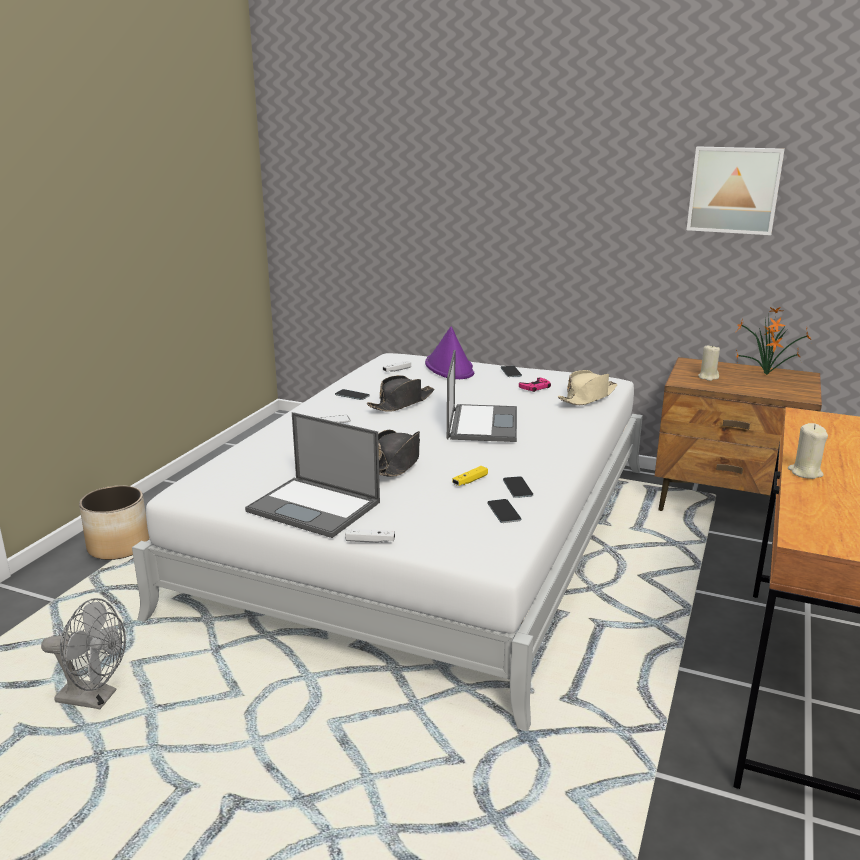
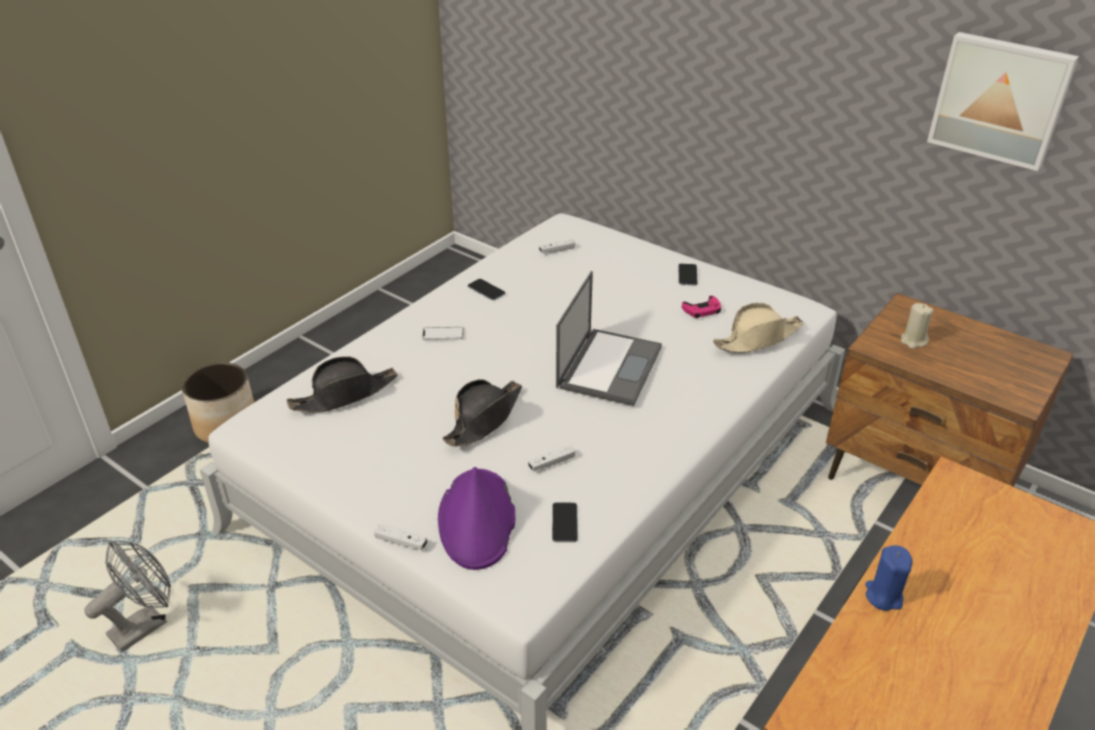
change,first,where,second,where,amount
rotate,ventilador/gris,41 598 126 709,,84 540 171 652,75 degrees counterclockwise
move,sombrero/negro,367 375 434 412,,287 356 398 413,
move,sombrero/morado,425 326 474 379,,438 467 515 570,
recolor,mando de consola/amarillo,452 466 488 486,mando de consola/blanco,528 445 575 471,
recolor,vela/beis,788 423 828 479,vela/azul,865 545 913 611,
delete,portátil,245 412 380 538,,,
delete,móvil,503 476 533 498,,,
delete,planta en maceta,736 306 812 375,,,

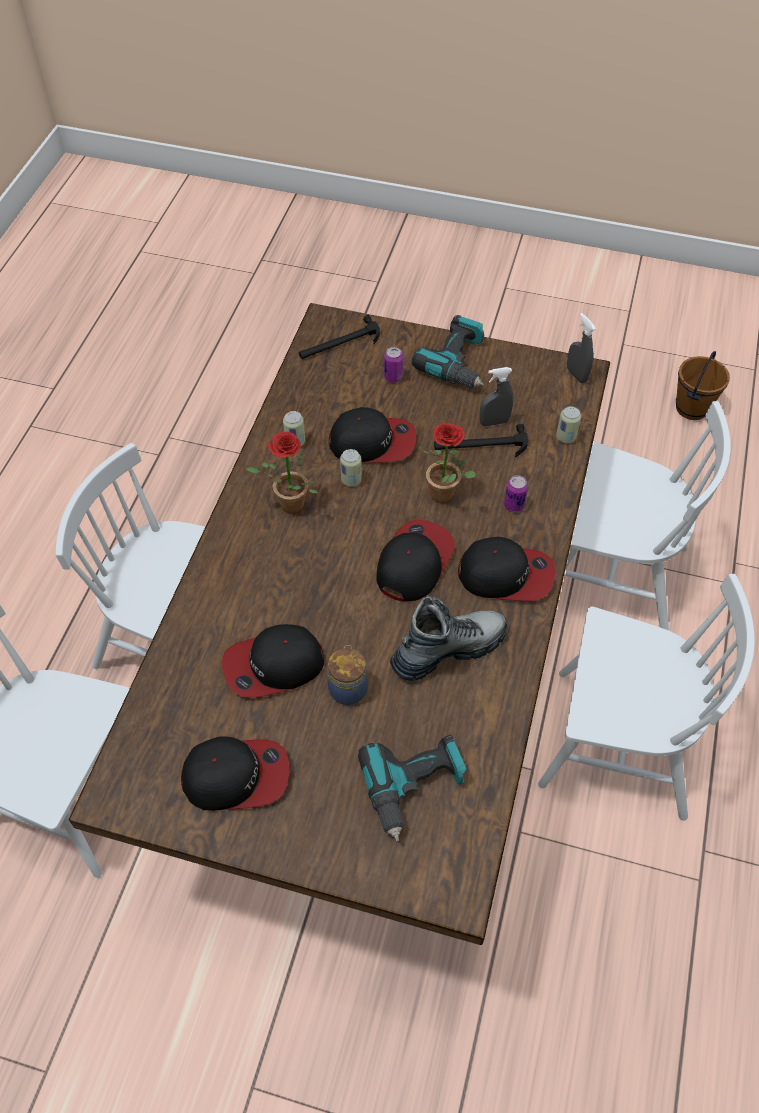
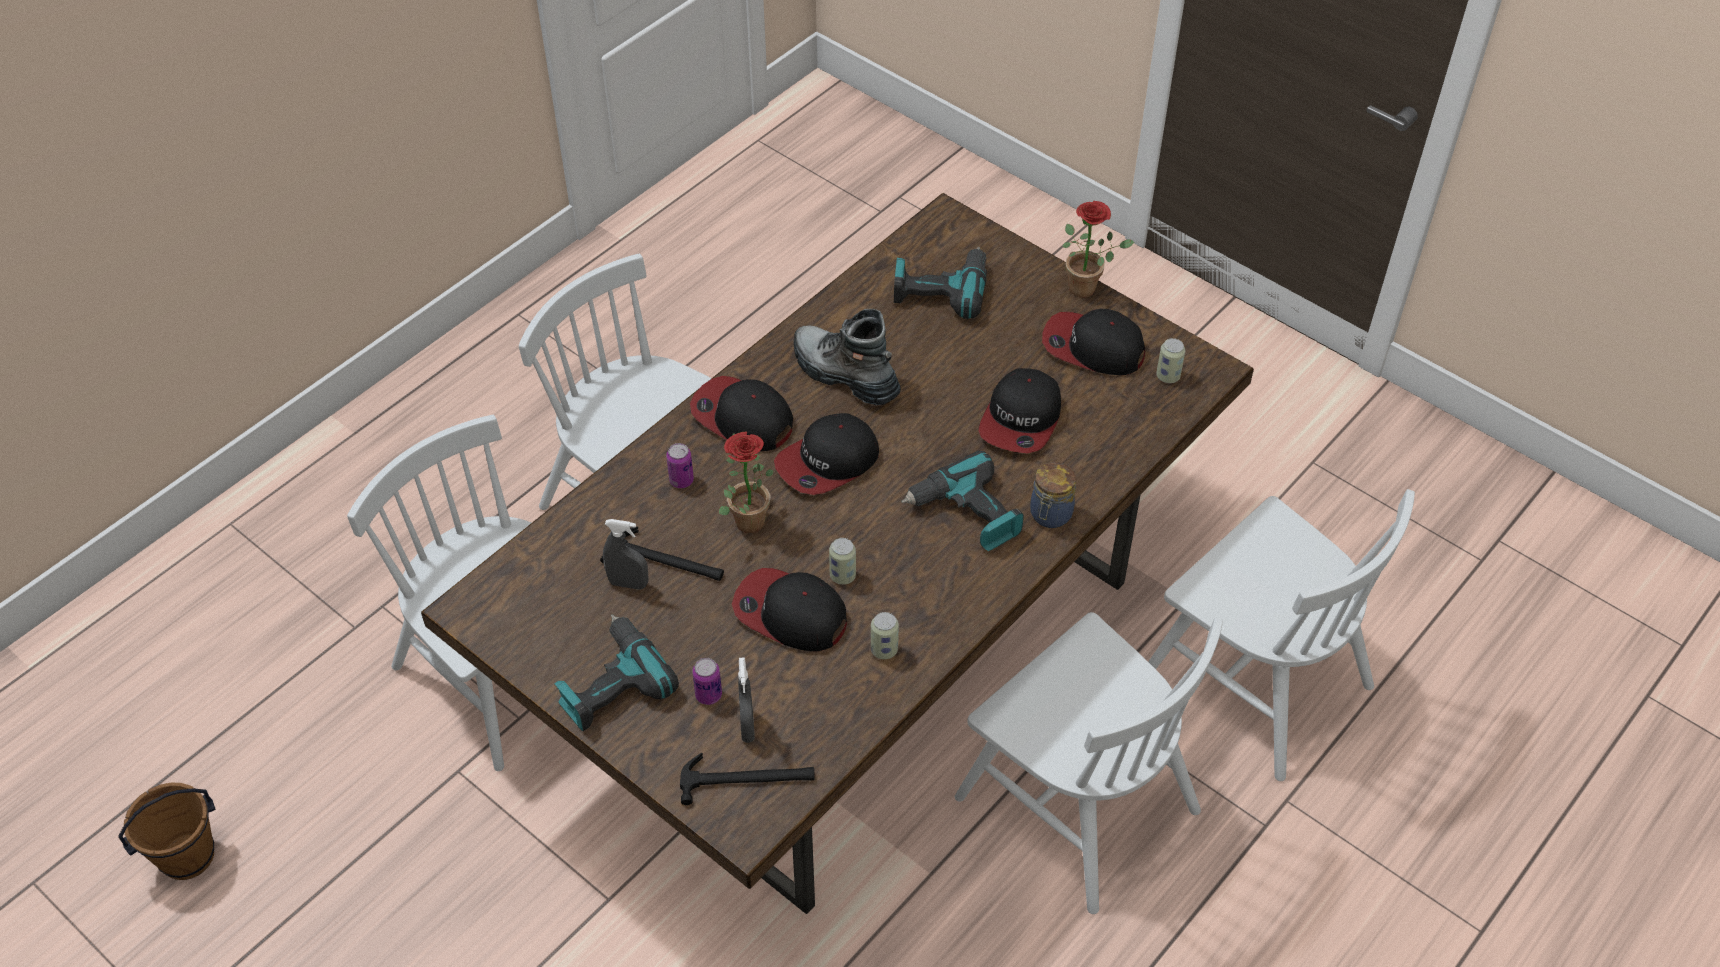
change,first,where,second,where,amount
move,pulverizador/gris,567 313 596 383,,738 657 755 743,
rotate,bota,390 597 507 681,,794 309 901 406,45 degrees clockwise
insert,,,taladro,901 451 1024 551,
rotate,gorra,222 624 324 698,,979 368 1061 453,105 degrees clockwise
move,tarro,328 645 368 705,,1030 462 1076 528,
move,planta en maceta,246 432 318 514,,1062 201 1135 298,
move,lata,556 406 581 443,,1156 338 1185 383,

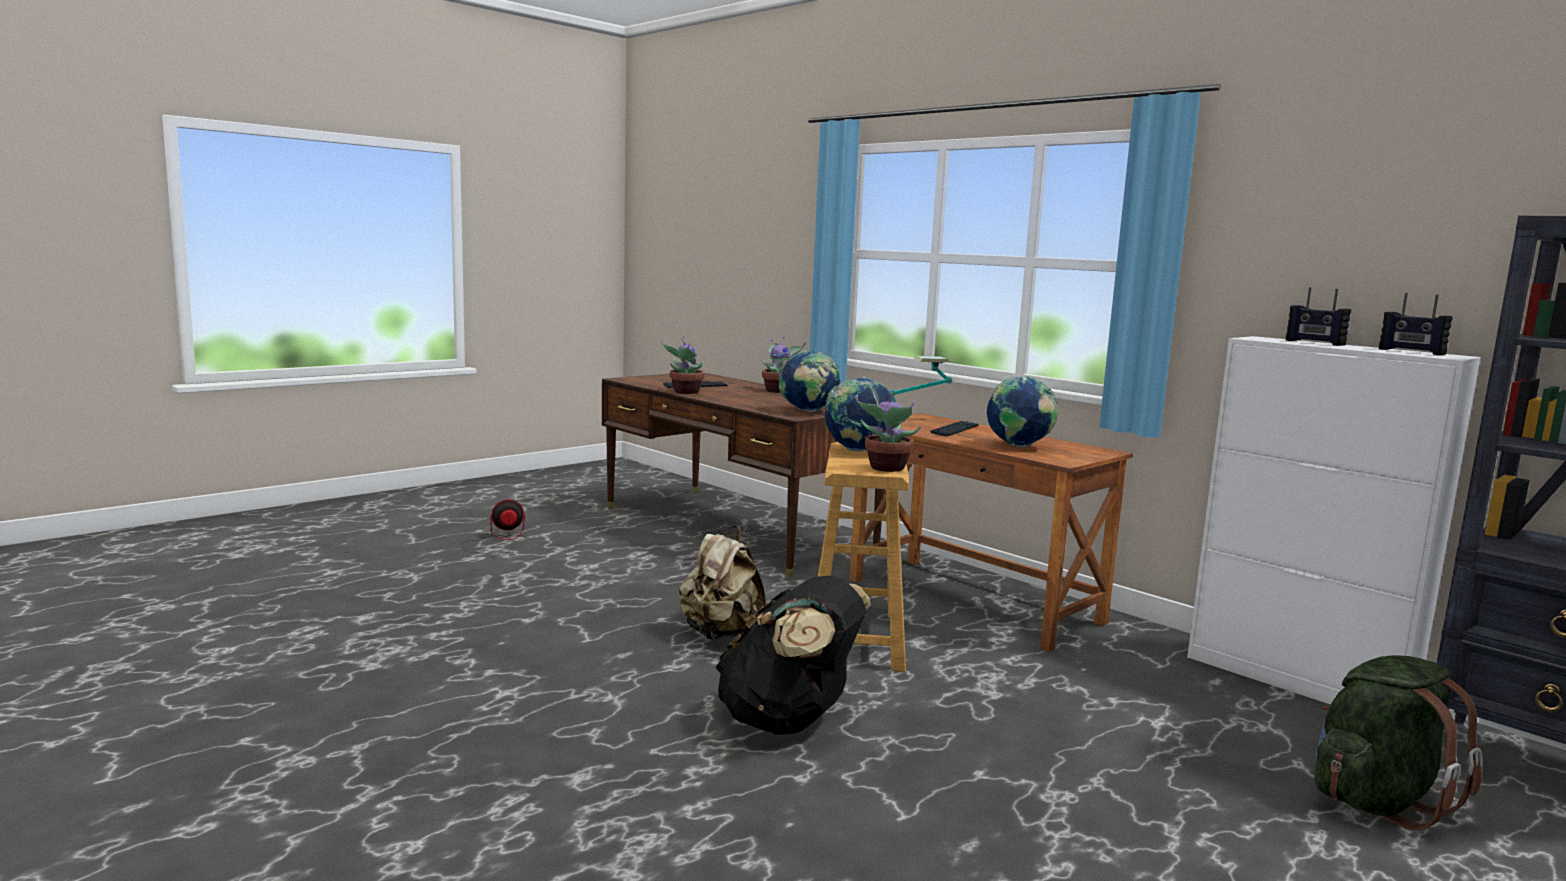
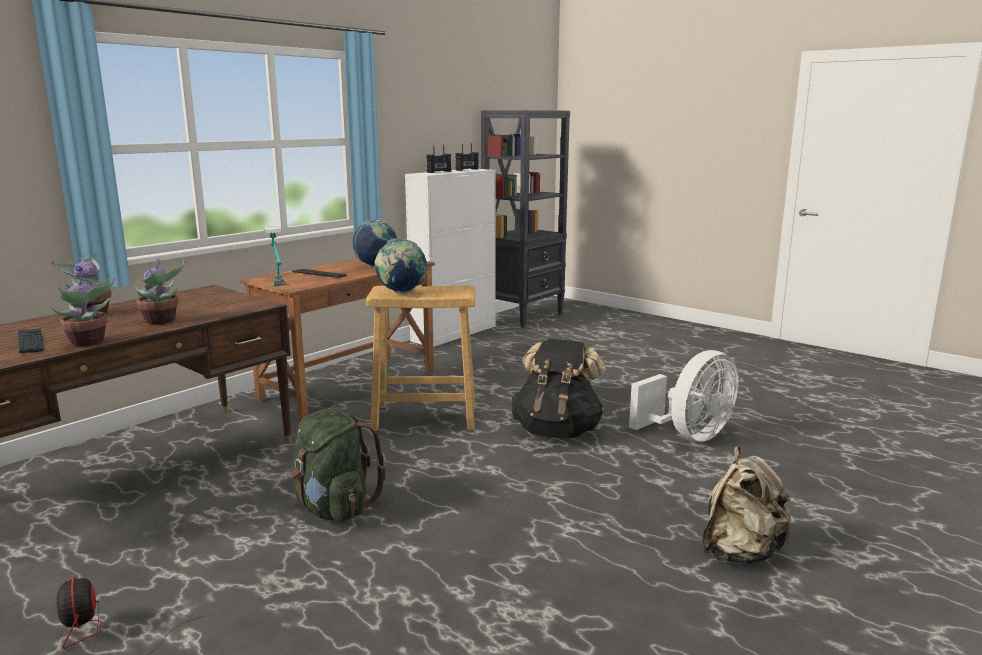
change,first,where,second,where,amount
move,planta en maceta,855 390 921 472,,135 259 185 324,
move,mochila/verde,1314 655 1483 830,,288 408 386 522,
insert,,,ventilador/blanco,629 350 739 442,
move,mochila/beis,679 526 766 640,,702 446 792 564,
delete,globo terráqueo,779 350 840 412,,,

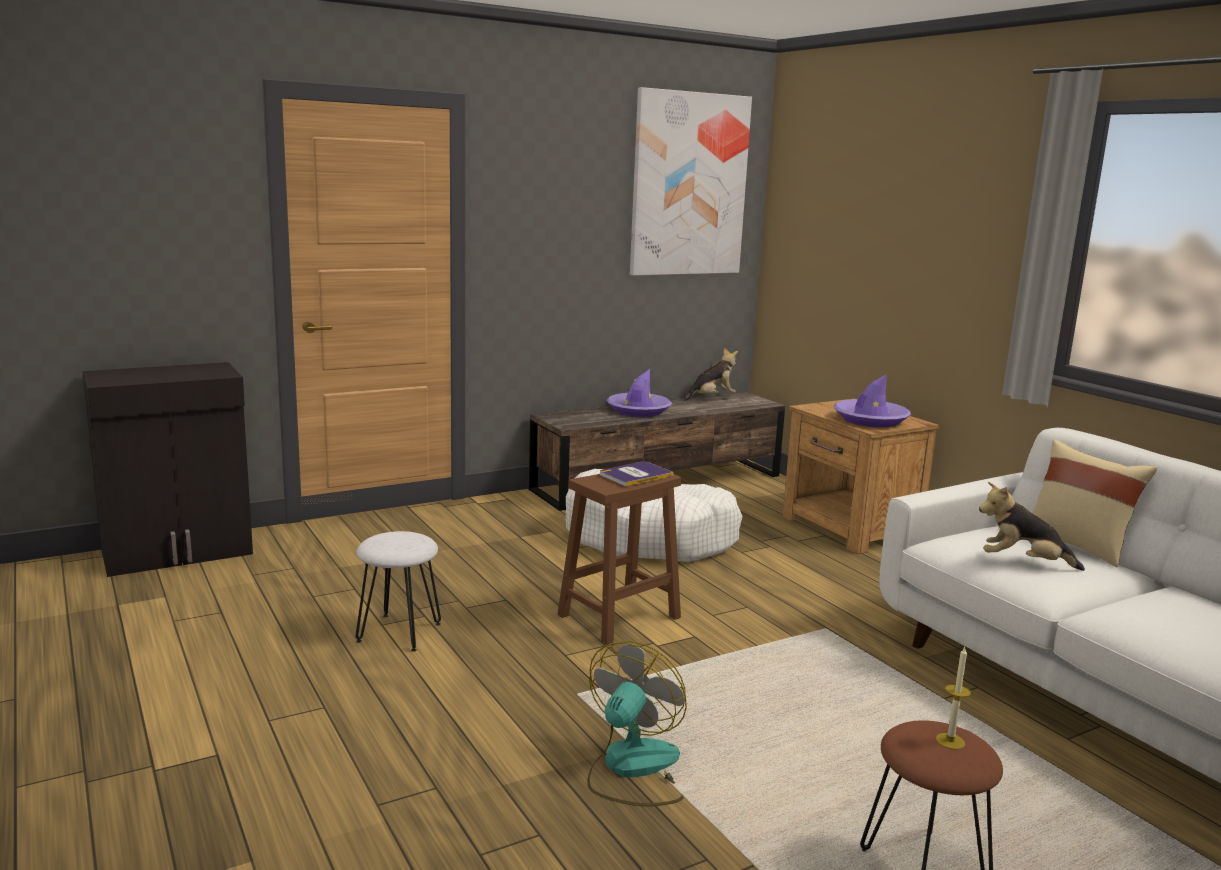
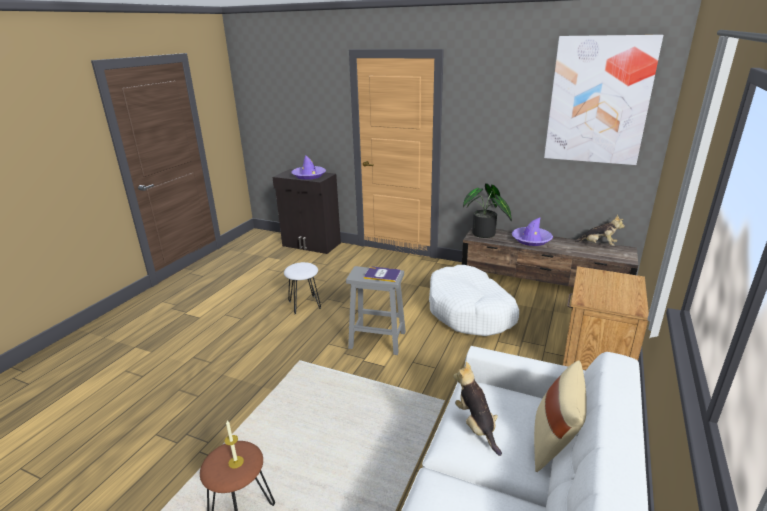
change,first,where,second,where,amount
move,sombrero/morado,834 374 911 427,,292 155 326 180,
recolor,taburete/marrón,557 474 681 645,taburete/gris,346 266 406 355,
insert,,,planta en maceta,463 183 512 238,
delete,ventilador,587 641 687 806,,,

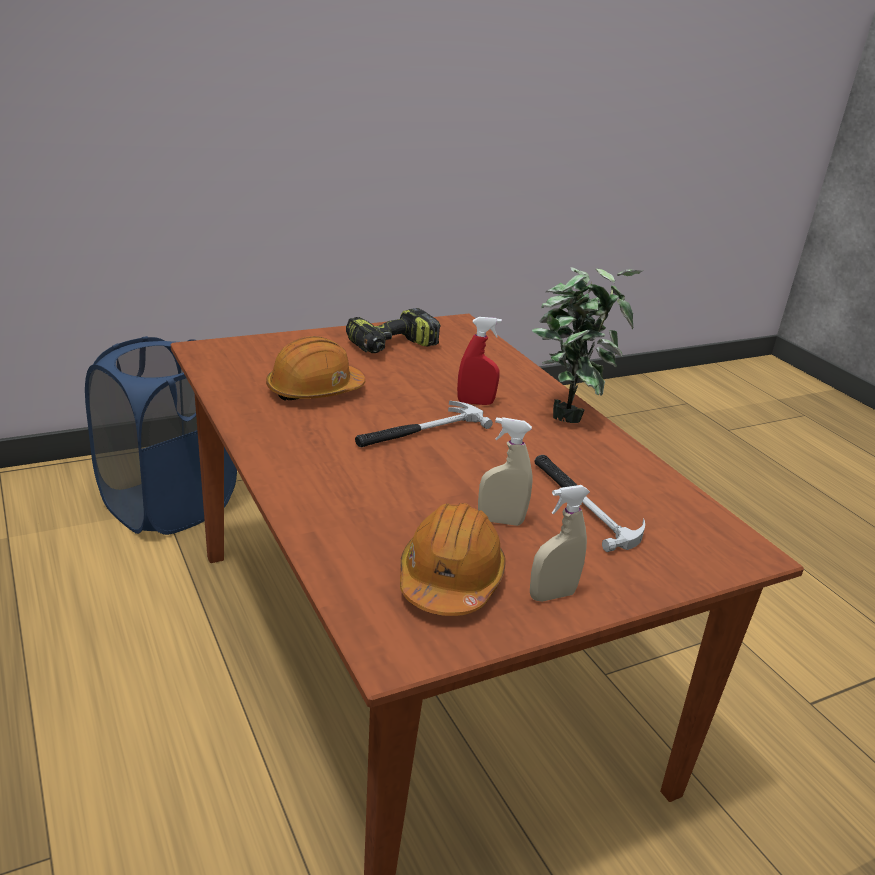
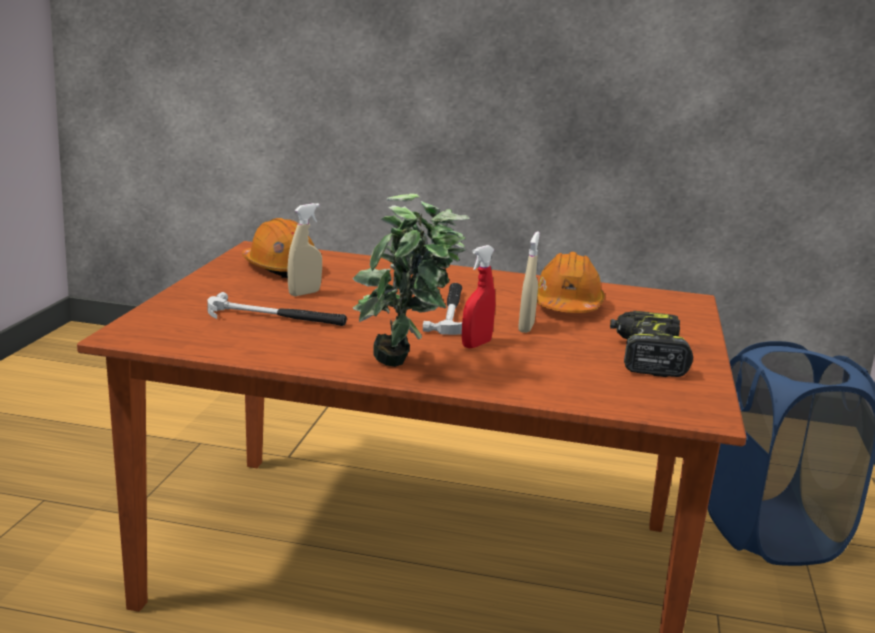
change,first,where,second,where,amount
move,pulverizador/beis,530 485 590 602,,518 231 540 333,

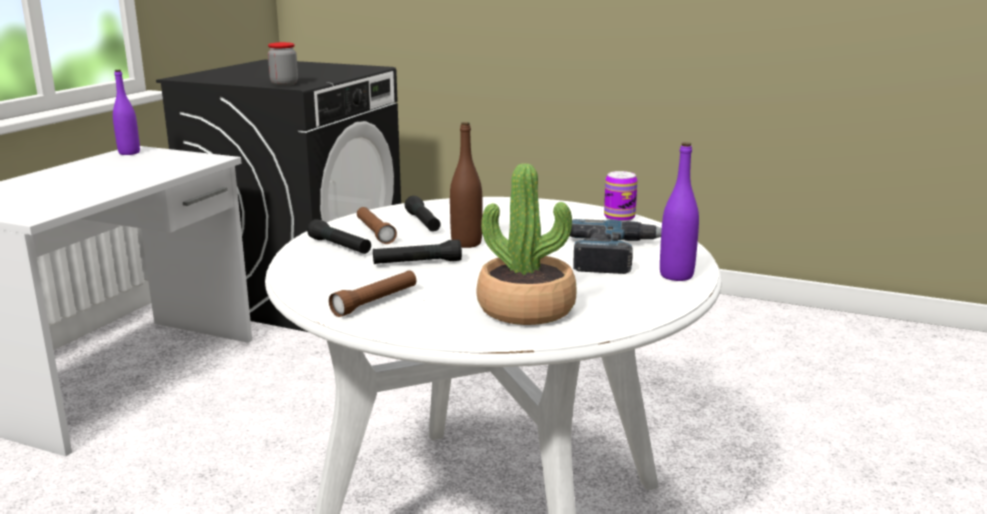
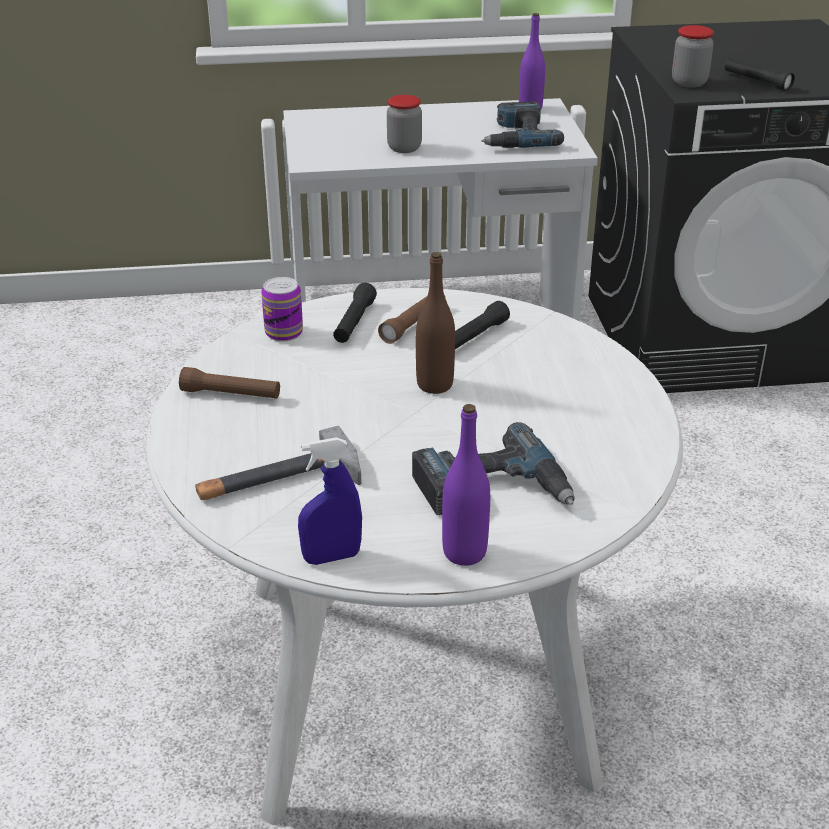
change,first,where,second,where,amount
replace,planta en maceta,477 163 576 325,martillo,195 426 361 500,
move,lata,604 171 637 222,,261 277 303 342,
insert,,,pulverizador/azul,298 438 362 565,
insert,,,tarro,387 95 422 153,
insert,,,taladro,481 102 564 148,
move,linterna/negro,373 240 462 264,,725 59 795 91,

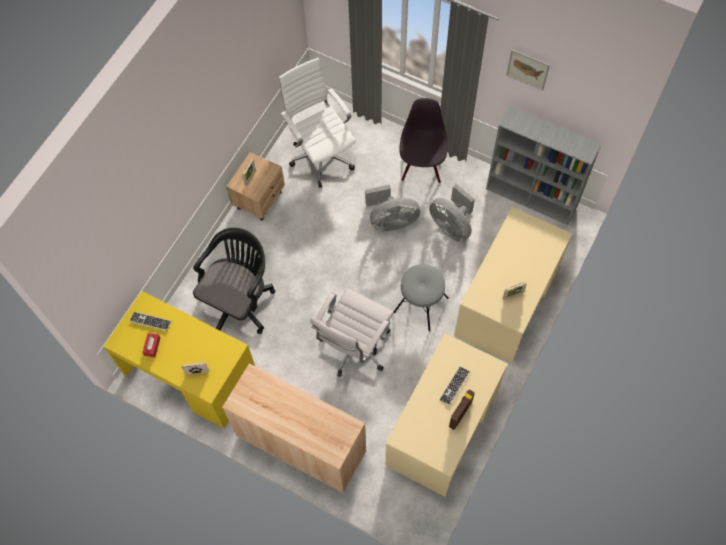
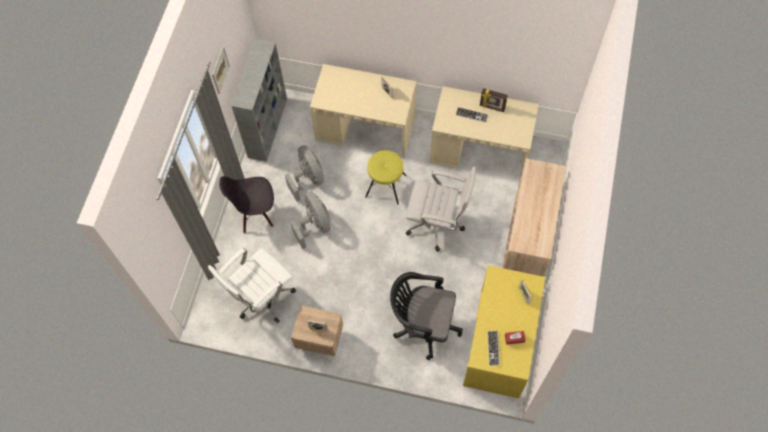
change,first,where,second,where,amount
rotate,ventilador/gris,429 184 475 242,,285 145 324 202,60 degrees counterclockwise
recolor,taburete/gris,394 264 449 331,taburete/amarillo,365 150 406 204,

